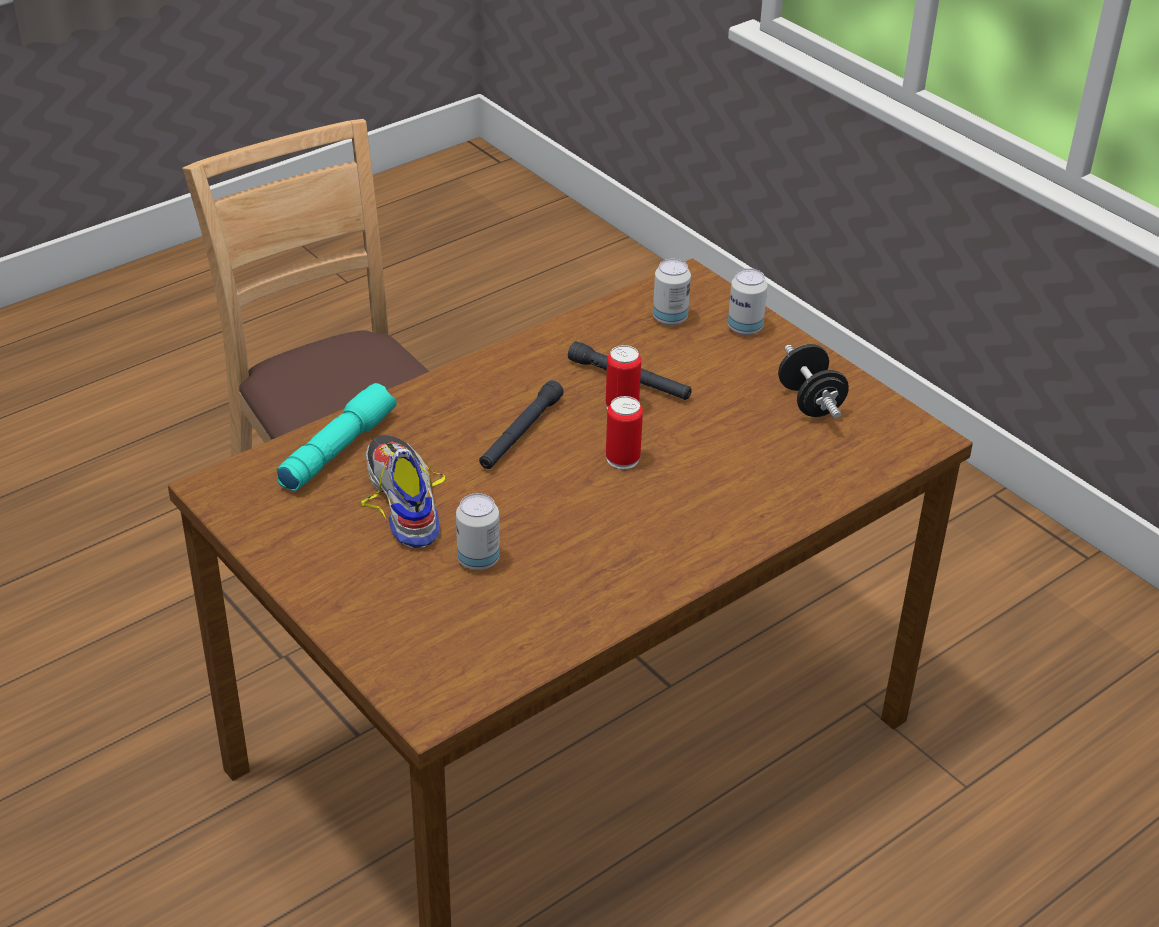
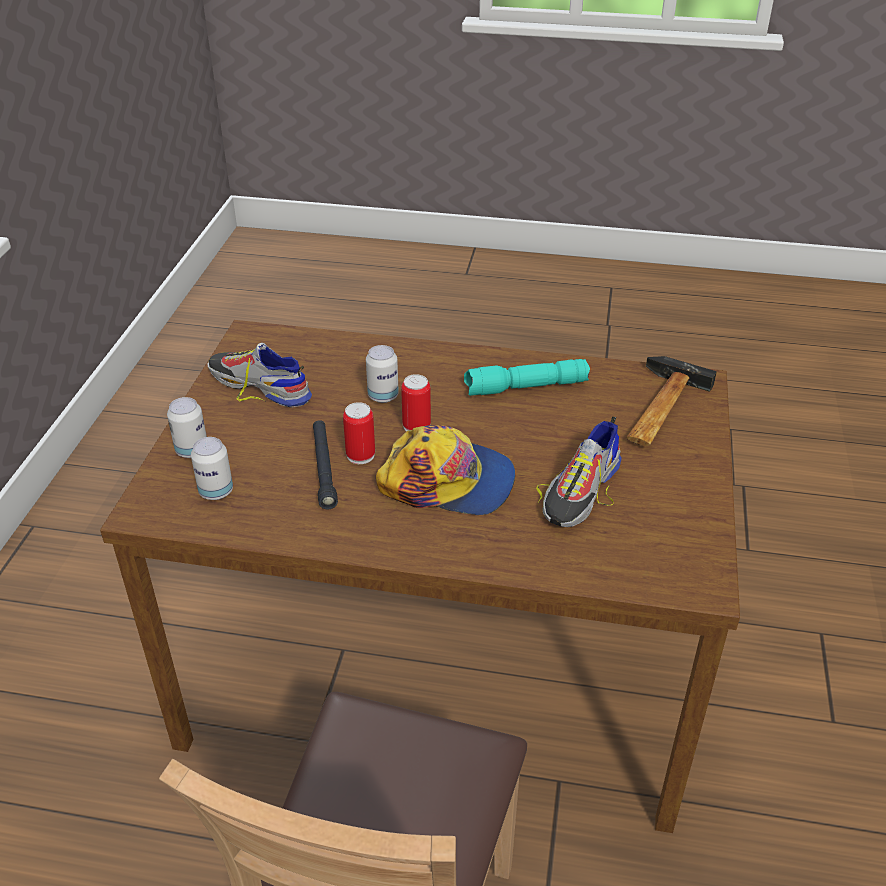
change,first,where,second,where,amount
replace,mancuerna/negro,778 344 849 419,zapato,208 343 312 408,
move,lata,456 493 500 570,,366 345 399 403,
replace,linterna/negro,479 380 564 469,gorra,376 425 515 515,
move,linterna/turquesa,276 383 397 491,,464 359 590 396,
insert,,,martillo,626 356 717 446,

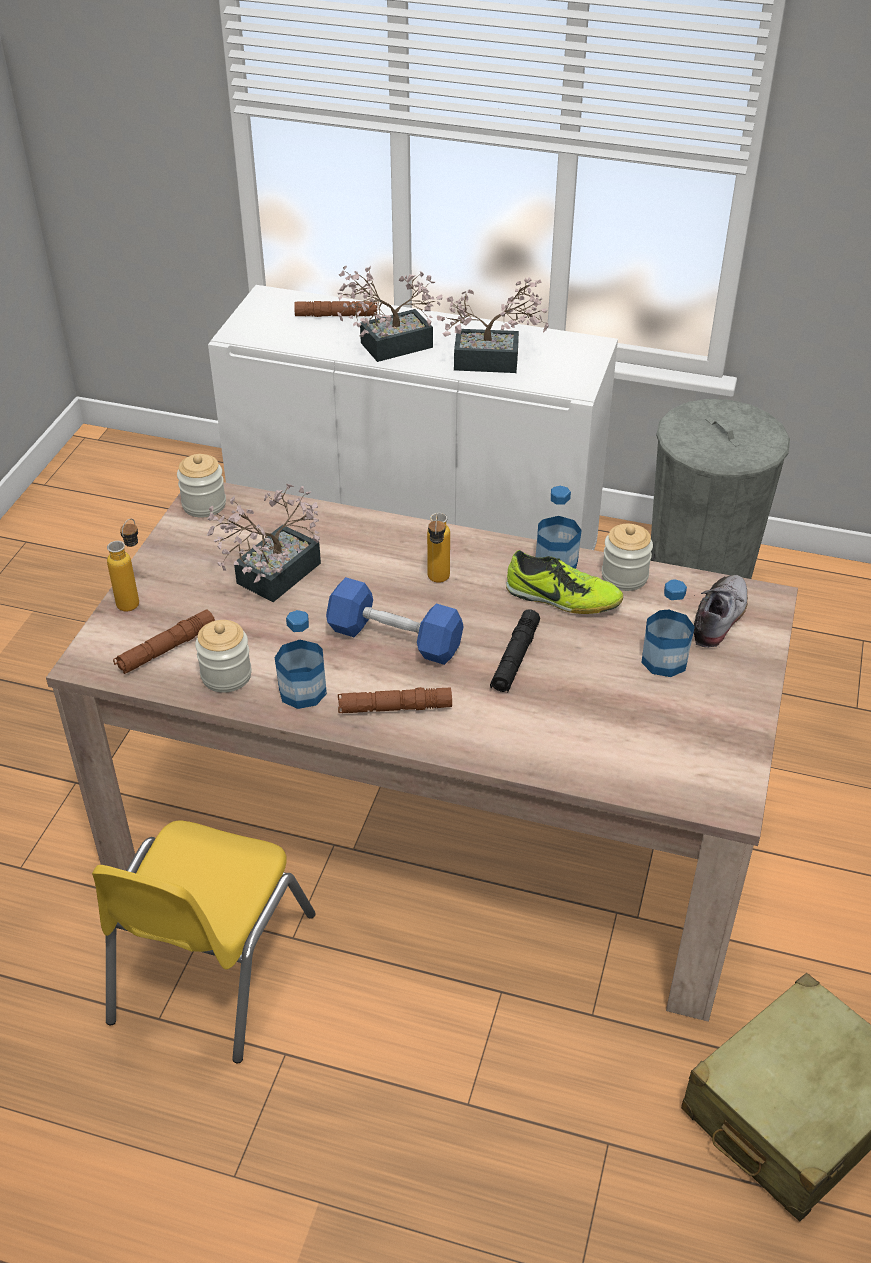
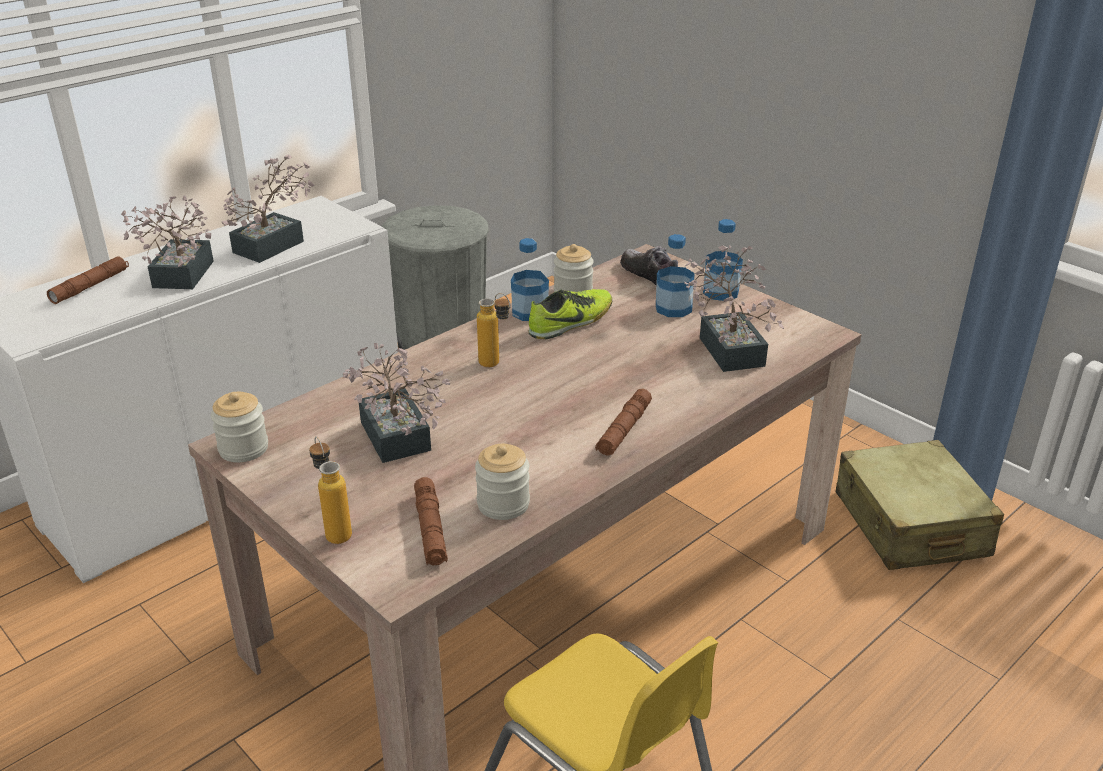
change,first,where,second,where,amount
insert,,,planta en maceta,684 245 784 372,
move,botella,275 610 327 709,,703 219 743 301,
delete,mancuerna/azul,326 577 464 665,,,
delete,linterna/negro,490 609 540 692,,,

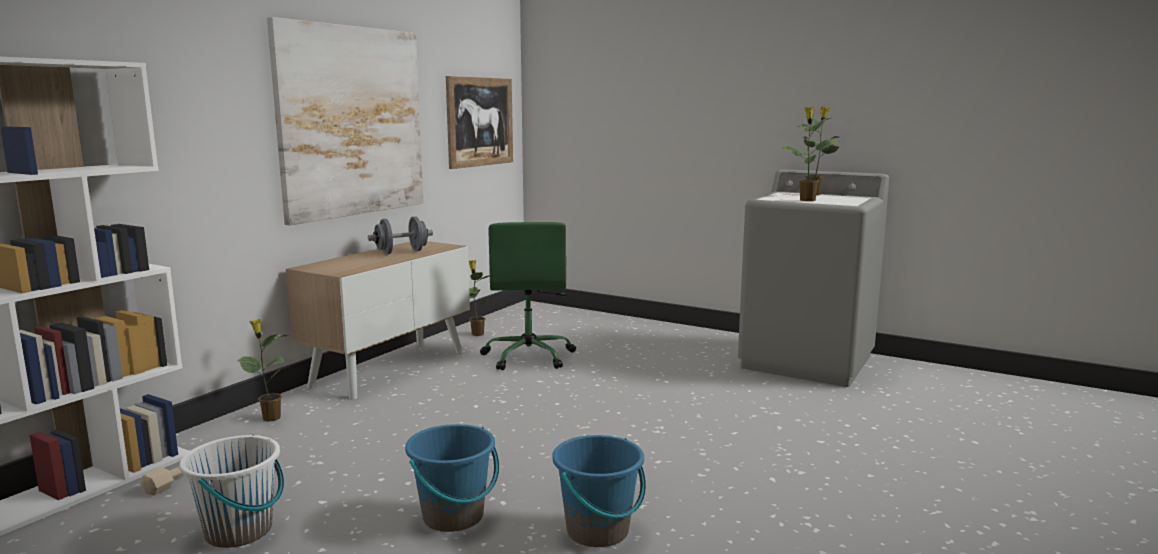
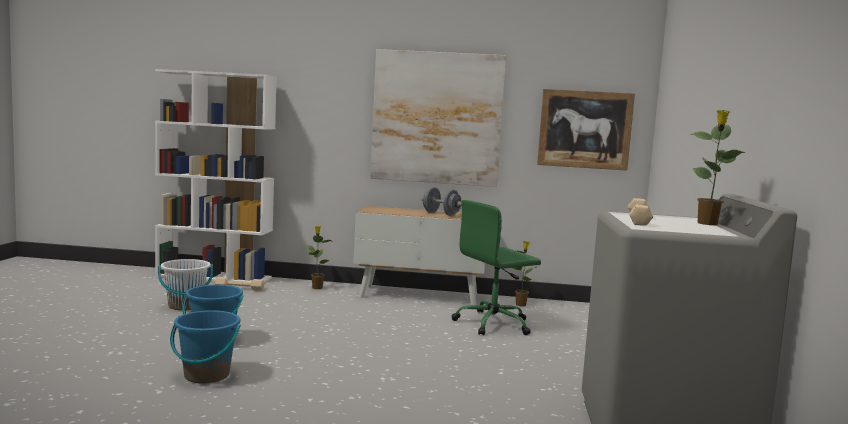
change,first,where,second,where,amount
replace,planta en maceta,780 107 839 201,mancuerna/beis,628 198 653 226,

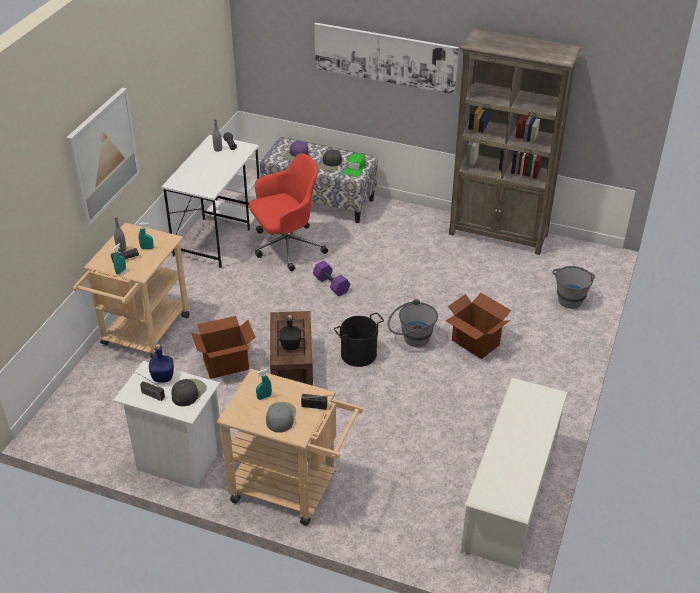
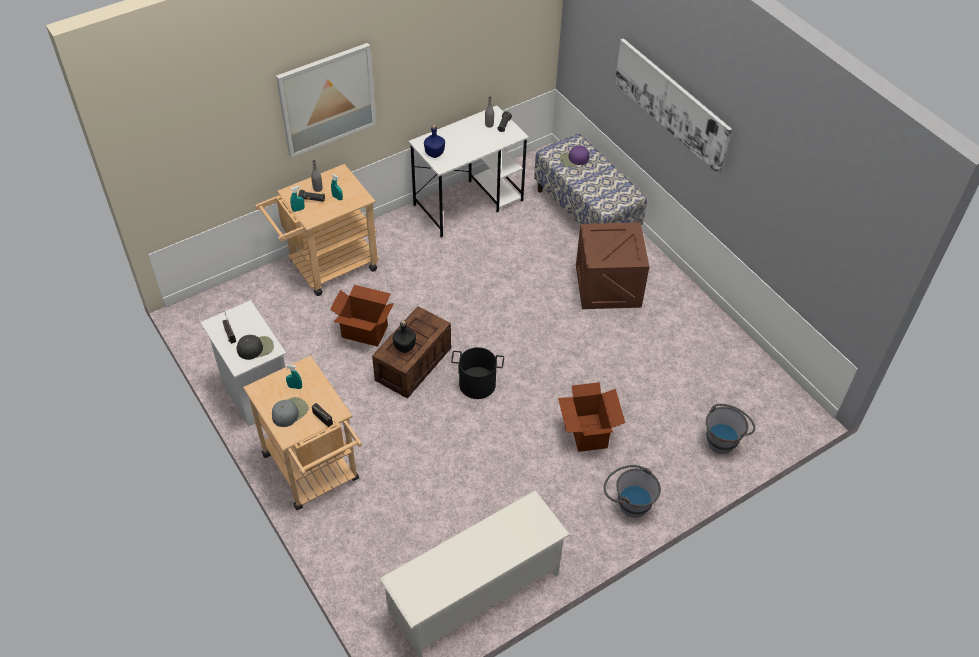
change,first,where,second,where,amount
move,botella/azul,149 344 174 383,,424 125 445 158,
insert,,,caja de embalaje,576 222 650 309,
move,cubo/gris,388 299 438 347,,604 465 661 518,
delete,silla de oficina/rojo,249 153 328 271,,,
delete,mancuerna/morado,313 261 350 296,,,
delete,gorra/negro,318 149 342 171,,,
delete,gorra/verde,344 153 366 177,,,
delete,estantería/marrón,449 29 581 255,,,

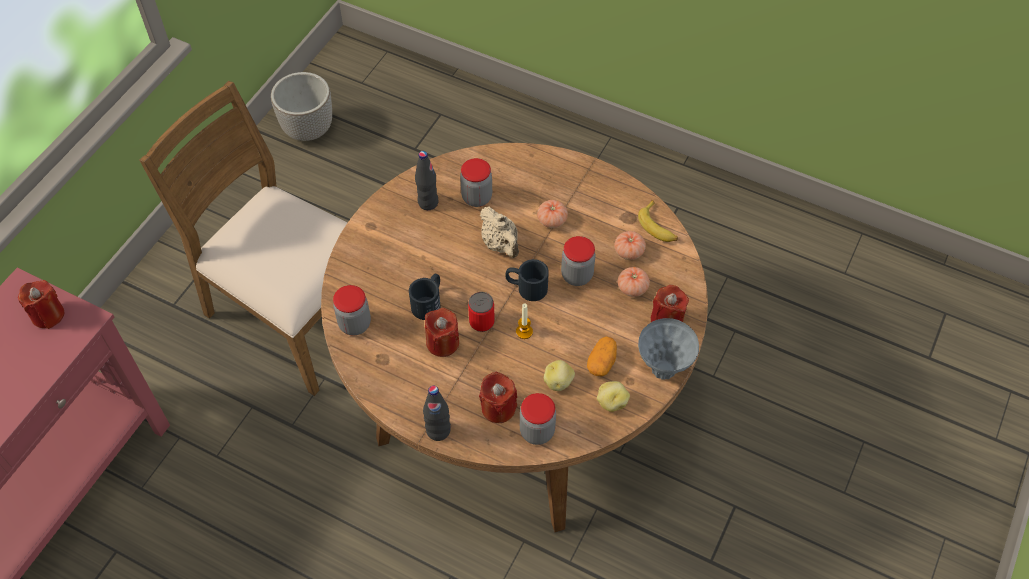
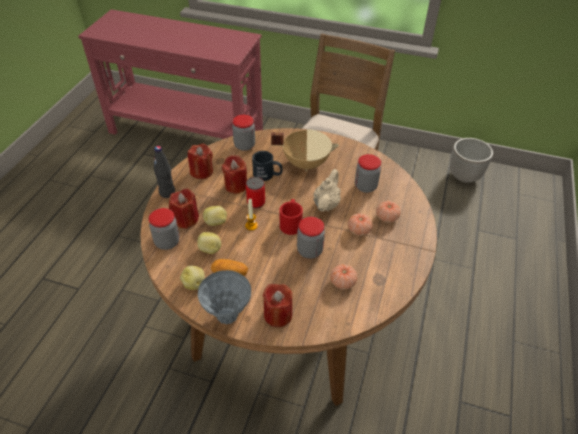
change,first,where,second,where,amount
move,vela/rojo,18 280 64 329,,188 143 213 179,
insert,,,patata,203 206 227 226,
insert,,,olla/beis,271 129 339 171,
recolor,taza grande/negro,505 259 549 301,taza grande/rojo,280 199 303 235,
rotate,tetera/beis,480 207 519 258,,313 169 341 211,150 degrees clockwise
move,tomate,618 267 650 297,,376 201 401 223,
delete,botella/negro,415 151 439 210,,,
delete,plátano,638 200 678 242,,,

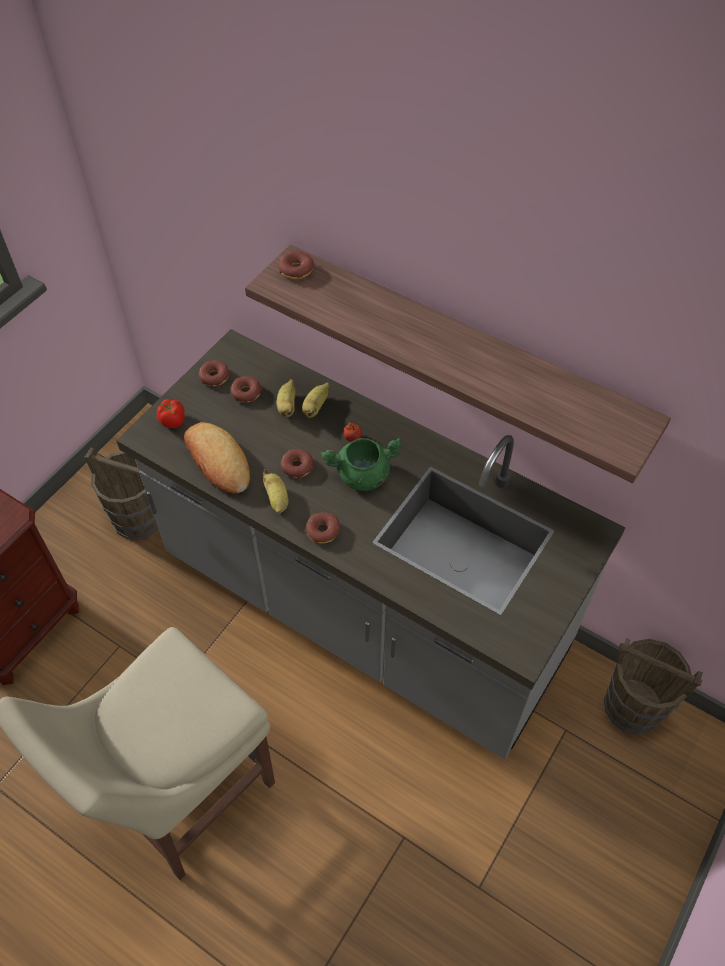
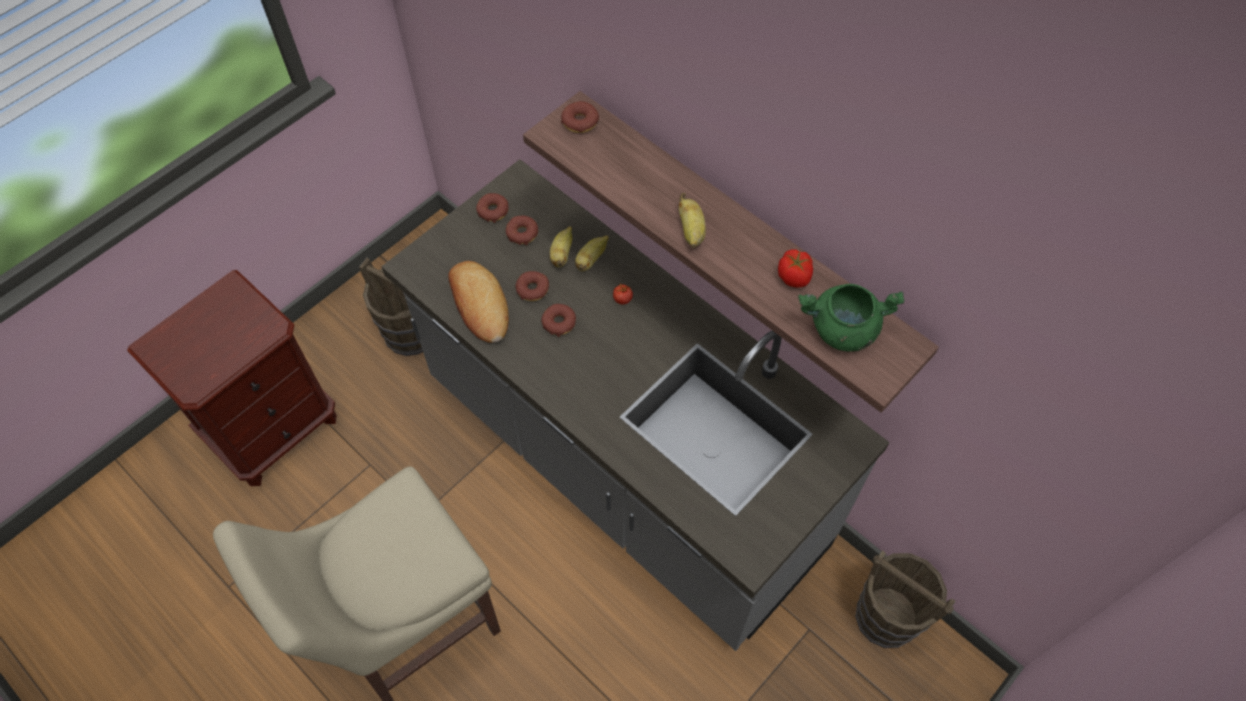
change,first,where,second,where,amount
move,rosquilla,305 512 340 543,,516 271 549 301,
move,plátano,263 469 288 514,,679 193 706 248,
move,tomate,157 399 185 428,,778 249 813 288,
move,olla/verde,321 438 402 491,,798 284 905 352,

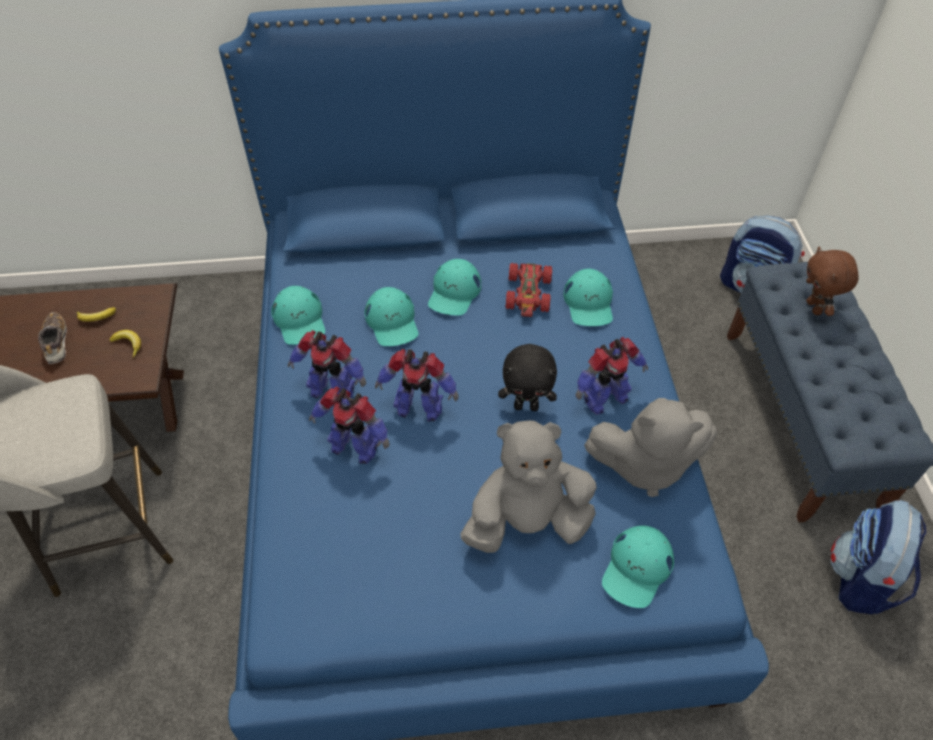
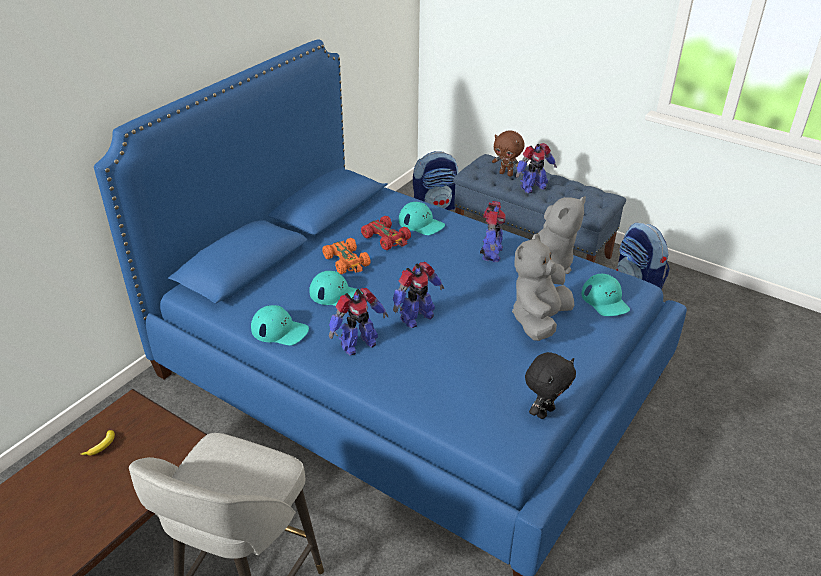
change,first,where,second,where,amount
replace,gorra/turquesa,428 259 481 315,coche de juguete/naranja,322 238 370 274,
move,robot de juguete,309 387 390 464,,516 143 557 193,
move,peluche/negro,498 344 557 411,,525 352 576 419,
delete,zapato,38 312 67 364,,,
delete,plátano,110 330 141 358,,,

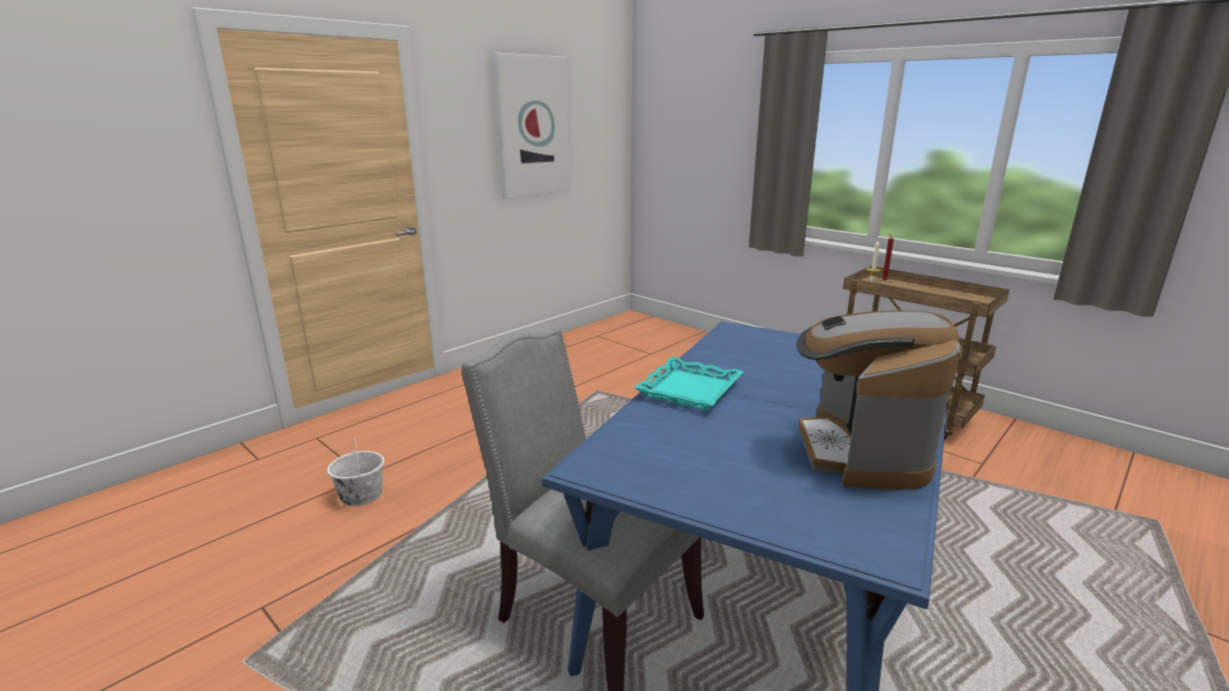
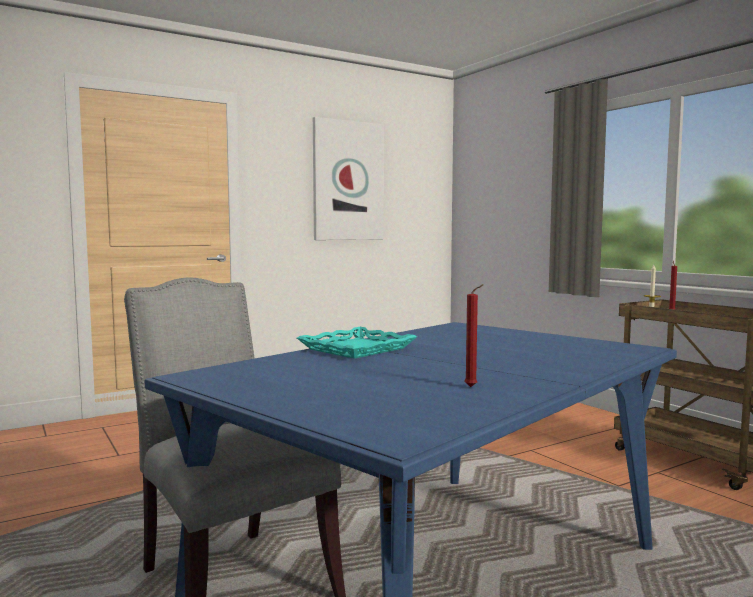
change,first,where,second,where,amount
replace,cafetera,796 311 961 490,vela/rojo,465 284 484 387,
delete,cubo/blanco,327 438 384 506,,,

